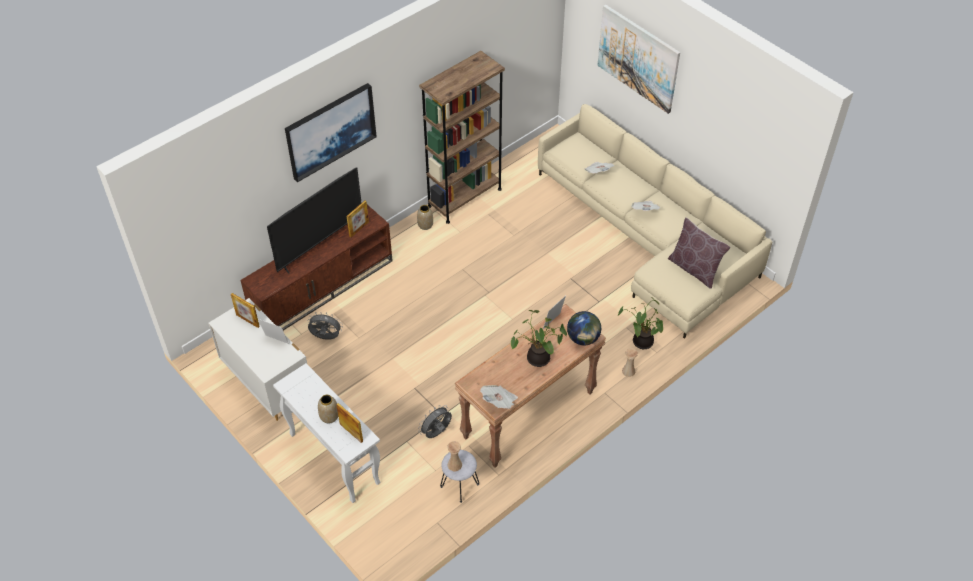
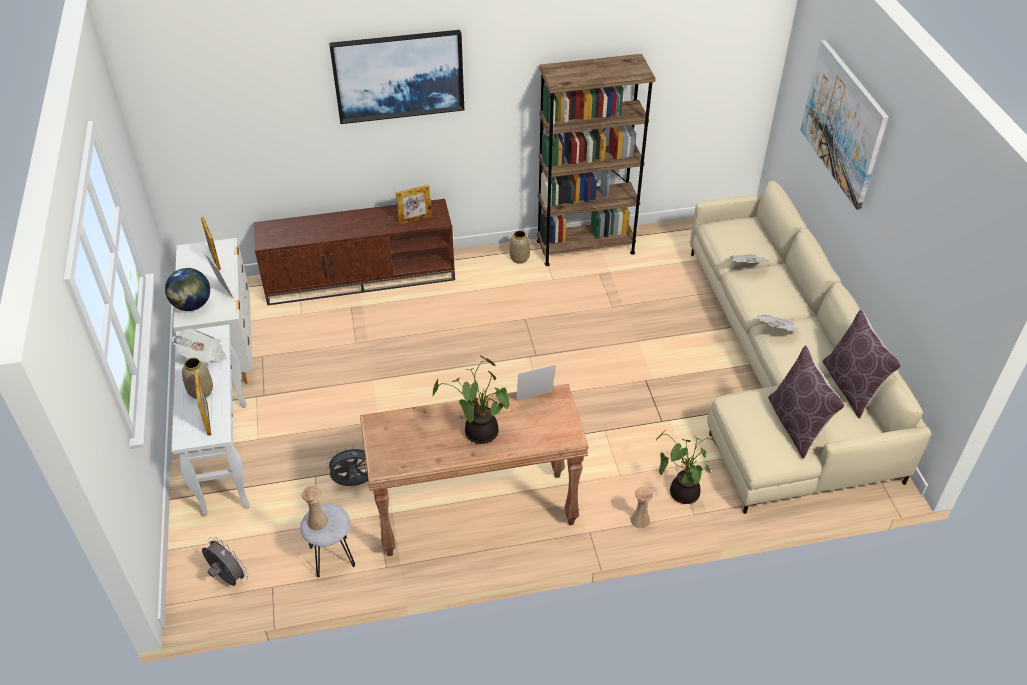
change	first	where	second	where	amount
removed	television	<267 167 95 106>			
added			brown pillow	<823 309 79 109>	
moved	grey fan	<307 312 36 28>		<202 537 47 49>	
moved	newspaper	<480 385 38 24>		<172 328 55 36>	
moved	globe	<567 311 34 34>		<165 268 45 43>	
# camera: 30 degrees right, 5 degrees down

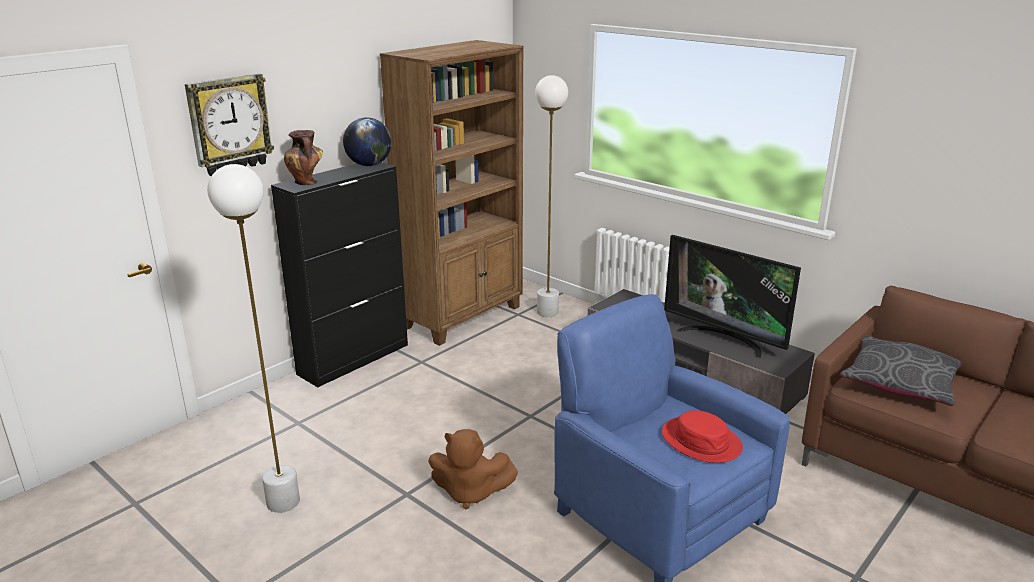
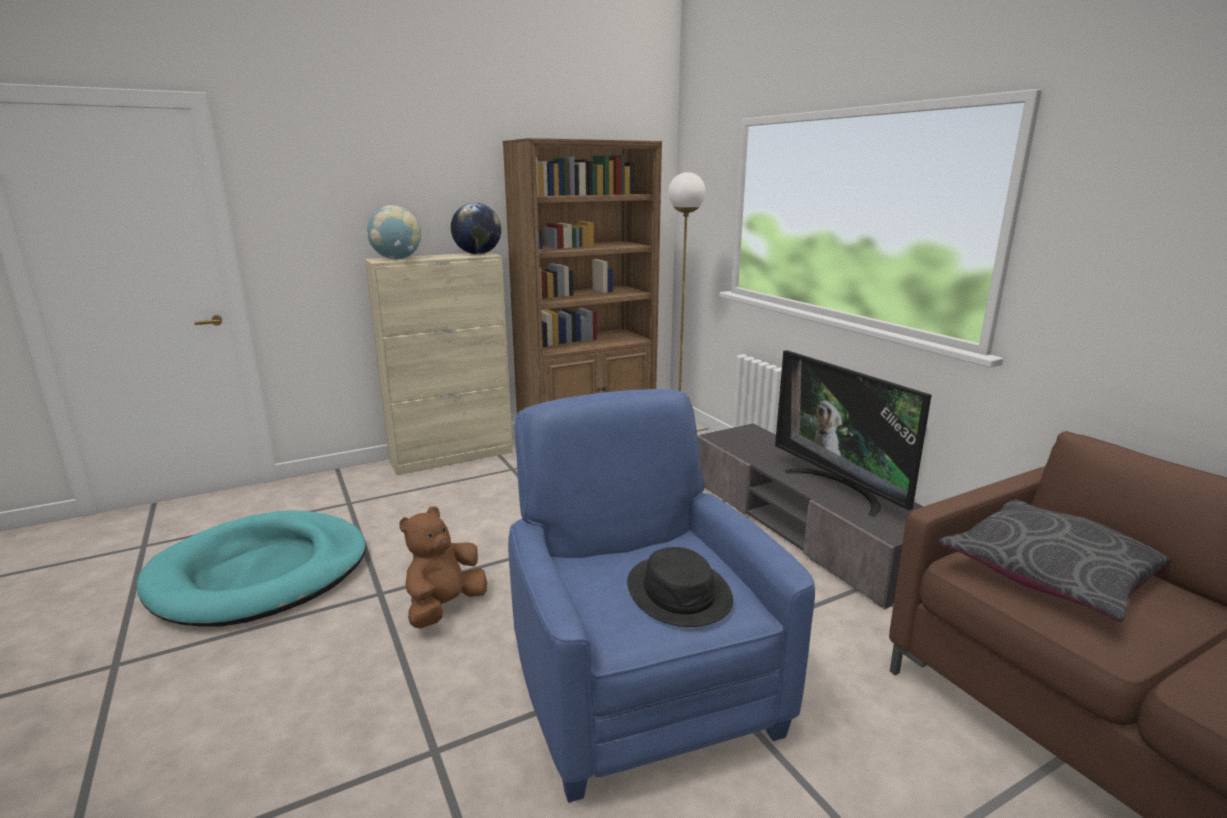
change	first	where	second	where	amount
removed	wall clock	<185 74 89 102>			
replaced	white floor lamp	<207 164 93 349>	turquoise dog bed	<137 510 229 117>	
replaced	vase	<284 130 39 55>	globe	<366 205 55 54>	
recoloured	black cabinet	<271 162 137 225>	beige cabinet	<365 252 148 223>	
recoloured	red hat	<662 410 81 53>	black hat	<627 547 106 80>	
turned	brown plush toy	<428 429 90 81>		<399 506 88 123>	90 degrees clockwise
# camera: 20 degrees right, 5 degrees down

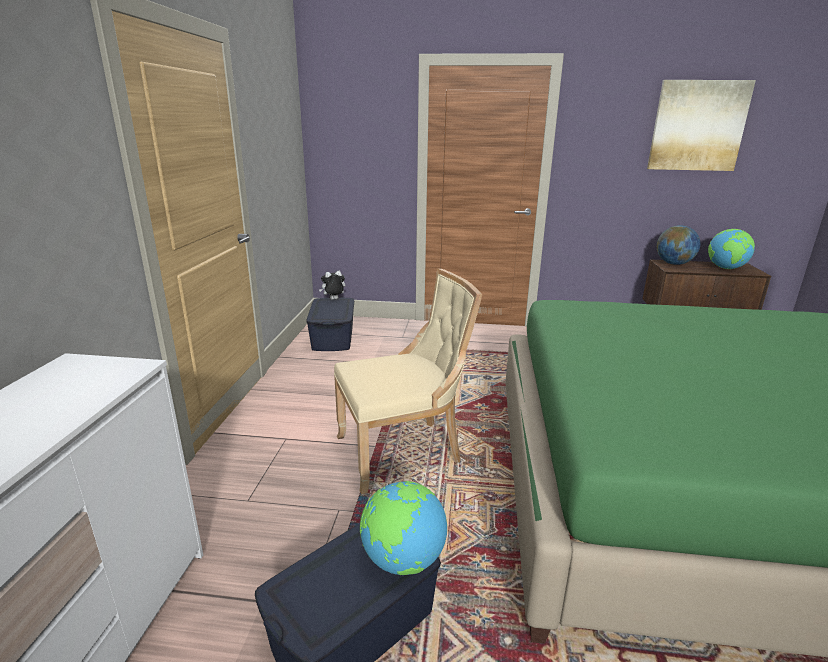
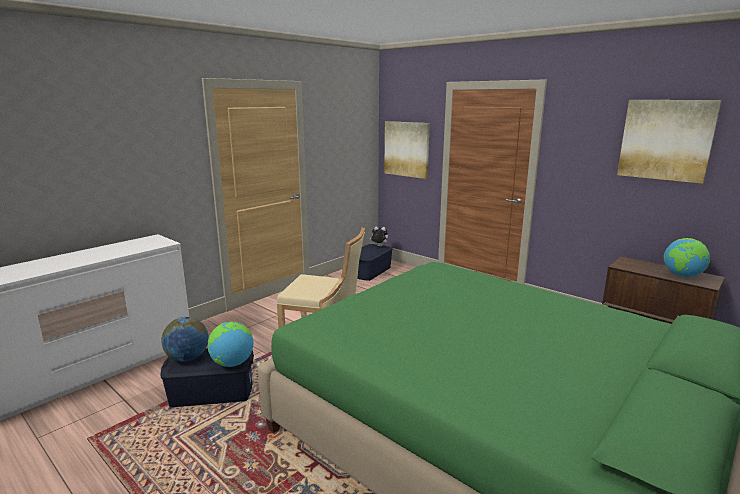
change	first	where	second	where	amount
added			picture	<384 121 46 58>	
moved	globe	<657 225 43 40>		<161 317 47 45>	
# camera: 35 degrees right, 5 degrees down

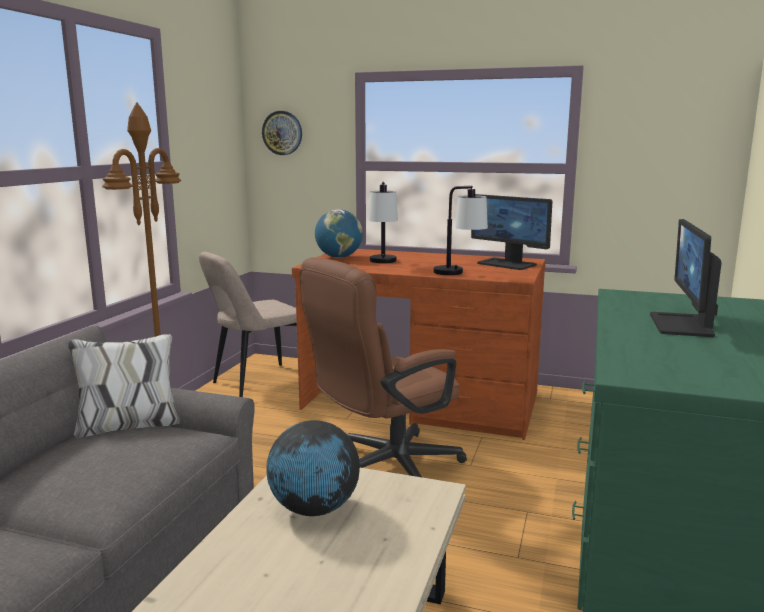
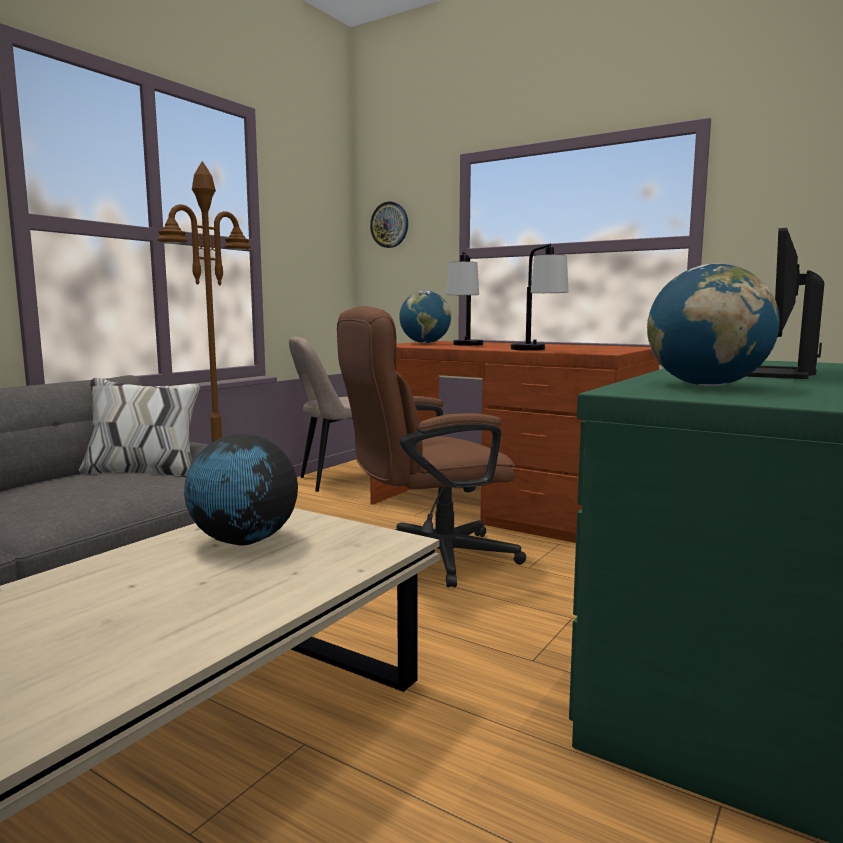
change	first	where	second	where	amount
removed	monitor	<471 194 81 76>			
added			globe	<647 264 133 122>	
# camera: 15 degrees right, 5 degrees down

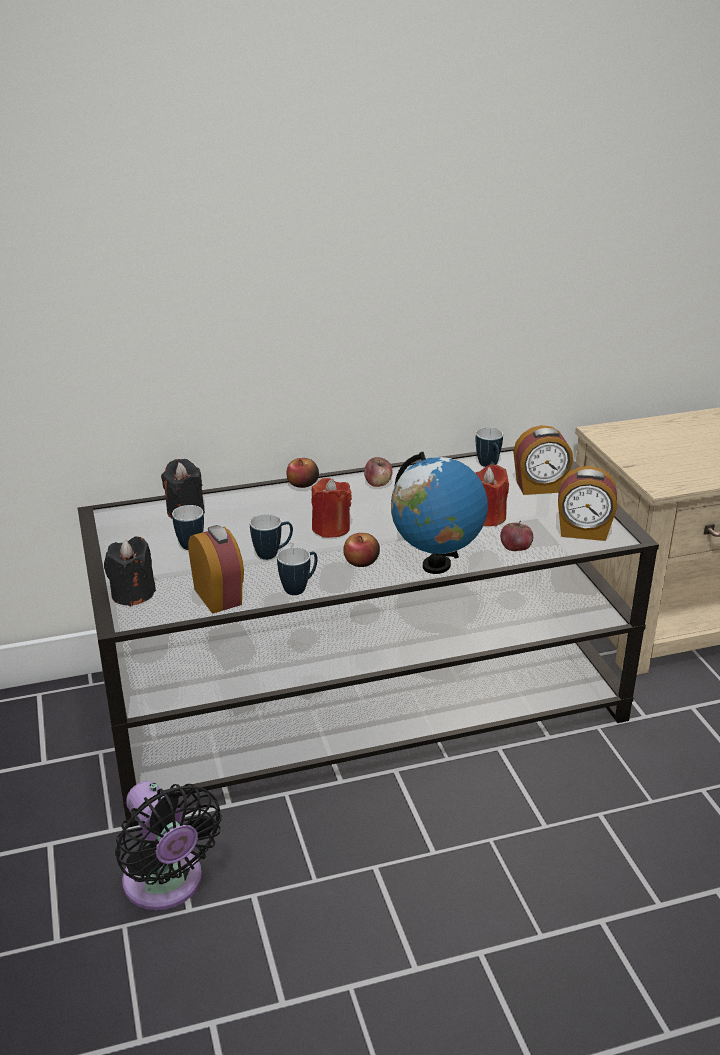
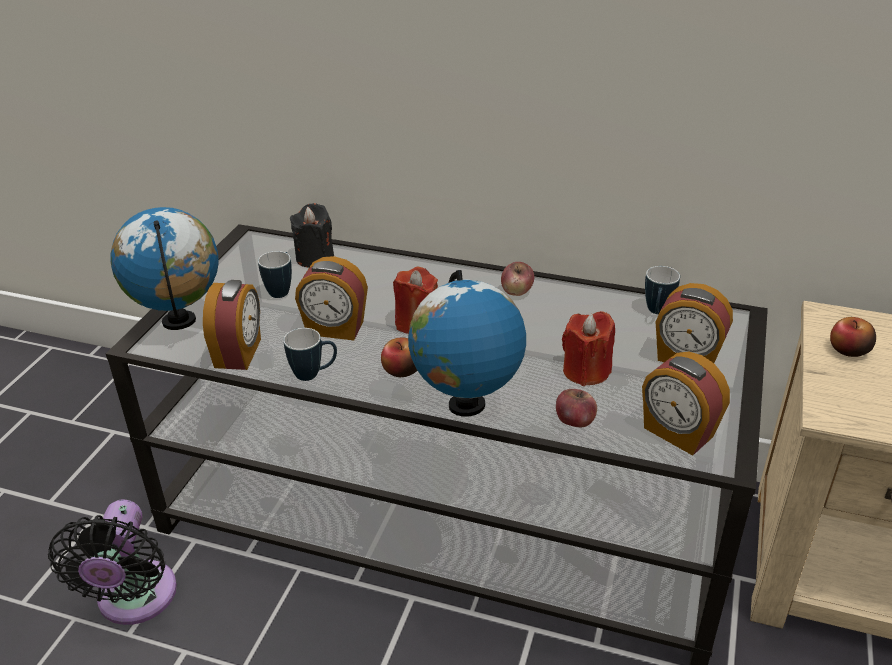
change	first	where	second	where	amount
moved	apple	<286 458 33 30>		<830 317 46 40>	
replaced	black candle	<104 537 52 69>	globe	<110 207 108 123>	
replaced	mug	<250 514 43 46>	alarm clock	<295 256 73 84>	
# camera: 35 degrees right, 5 degrees up

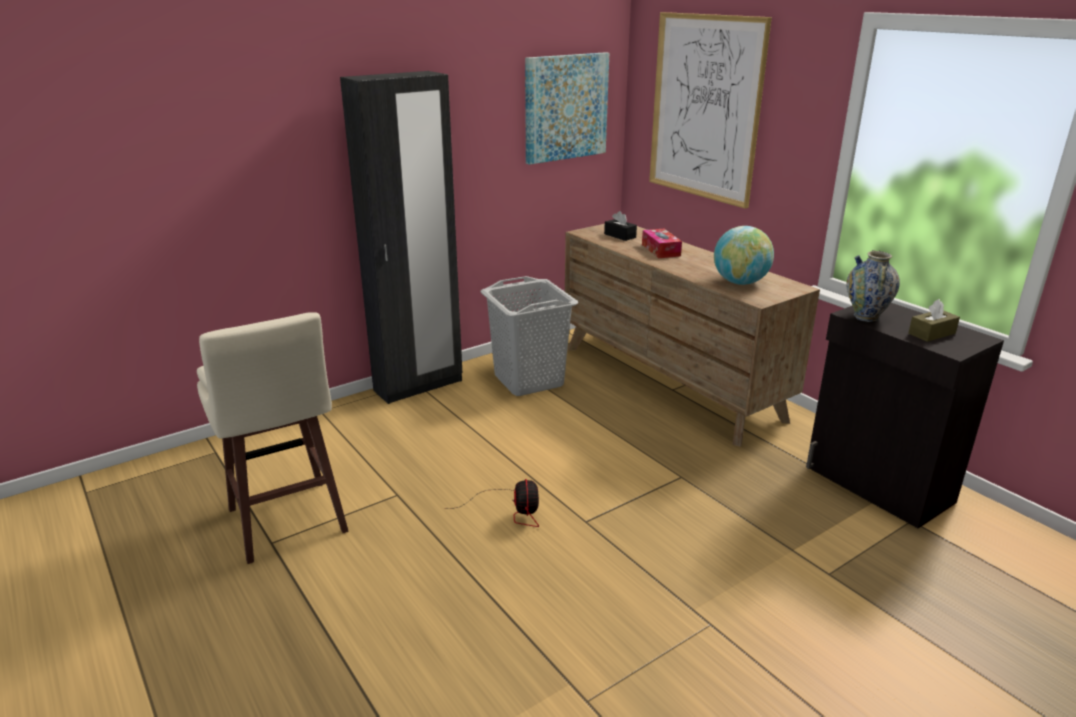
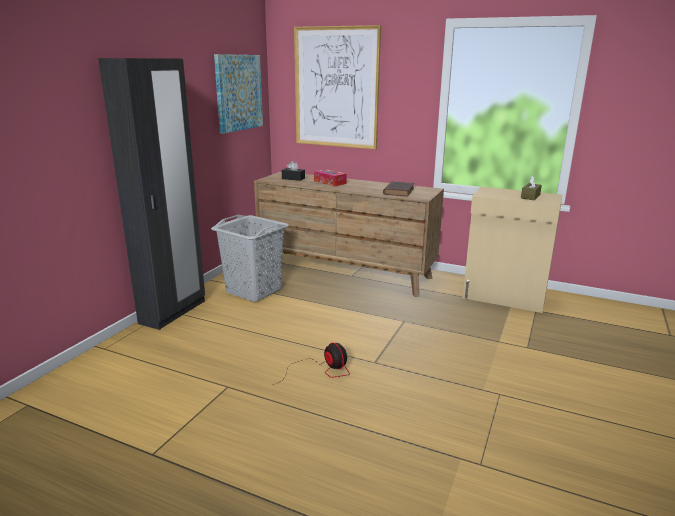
change	first	where	second	where	amount
removed	beige stool	<197 312 152 252>			
removed	vase	<847 250 53 72>			
replaced	globe	<714 226 60 59>	brown book	<383 181 31 16>	
recoloured	black cabinet	<806 303 198 225>	beige cabinet	<463 186 100 127>	
# camera: 30 degrees left, 5 degrees down

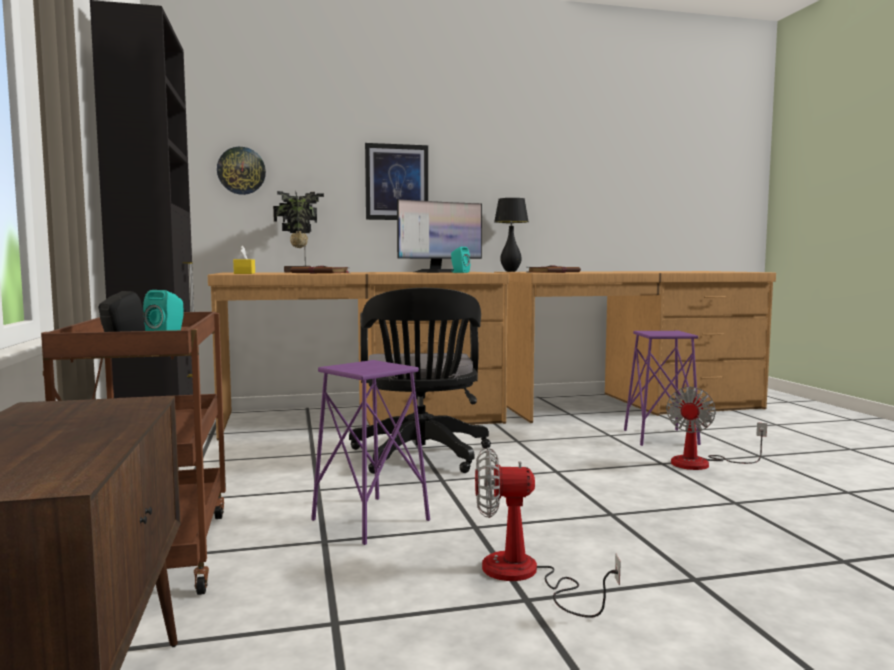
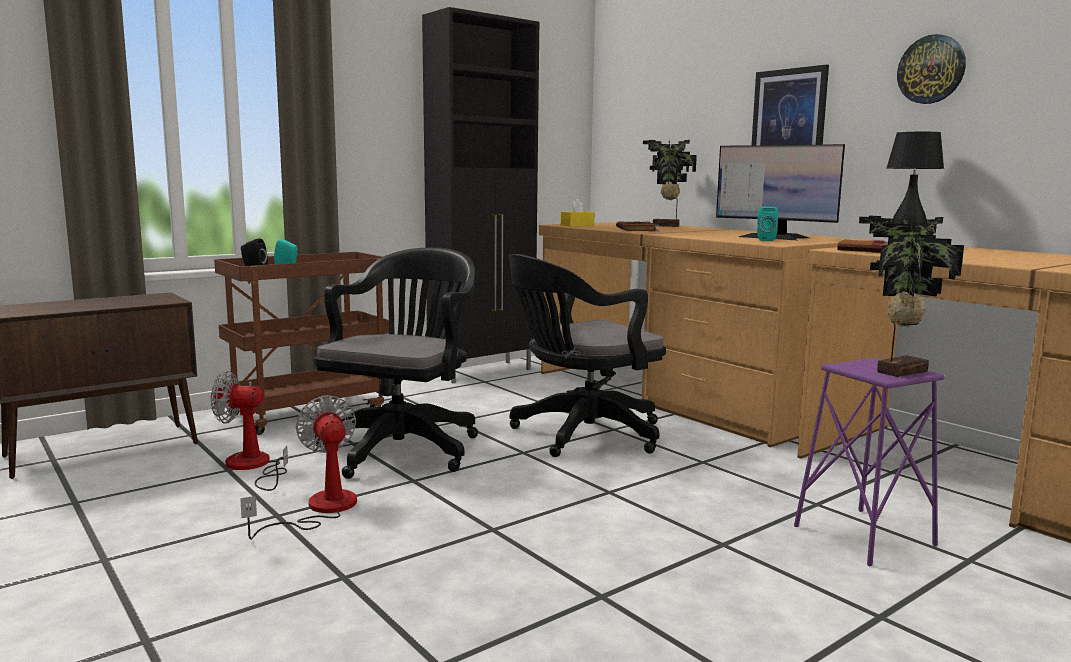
change	first	where	second	where	amount
added			potted plant	<859 215 105 162>	
moved	wall clock	<217 147 49 48>		<897 34 69 70>	
moved	fan	<666 387 101 83>		<211 371 77 120>	
replaced	purple stool	<311 360 119 185>	black office chair	<314 247 164 232>	
# camera: 65 degrees right, 5 degrees up

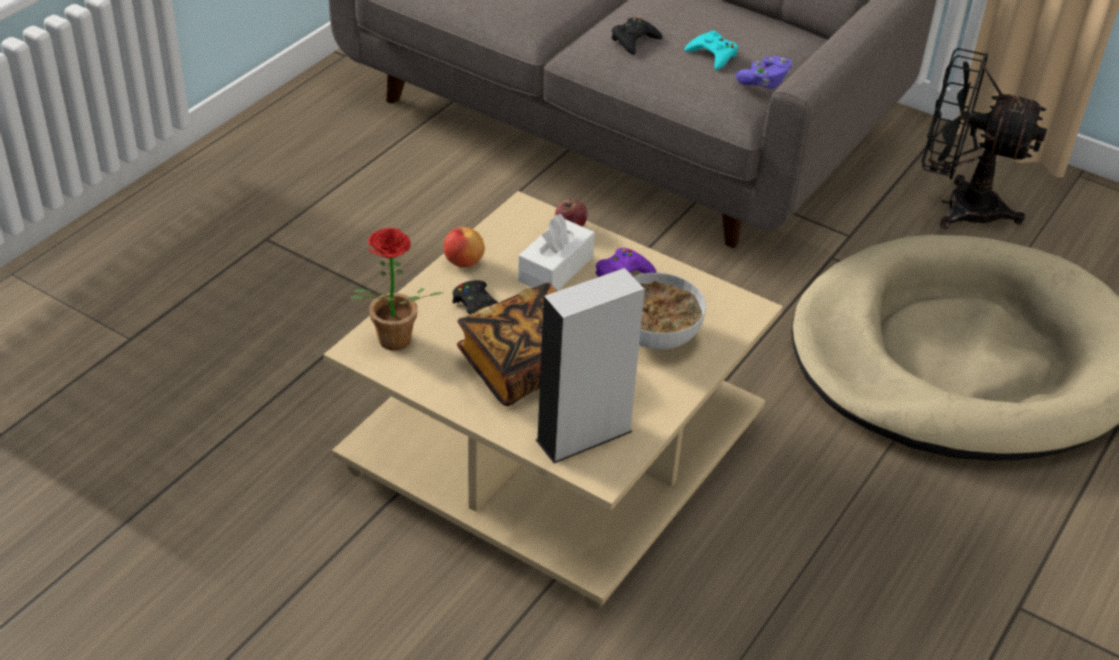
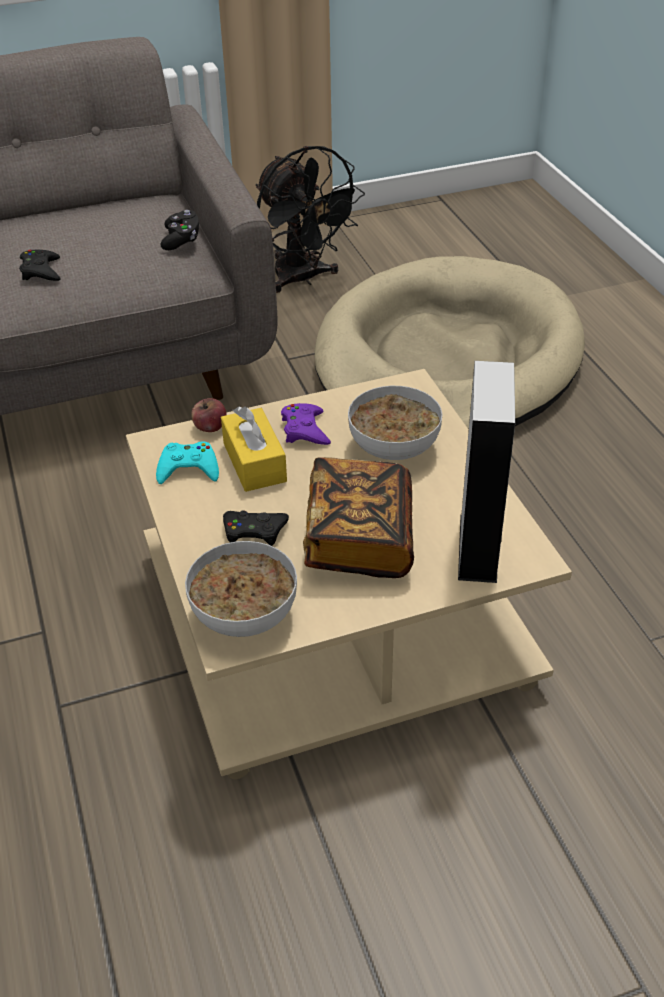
change	first	where	second	where	amount
removed	apple	<444 227 41 40>			
moved	turquoise game controller	<685 30 53 40>		<156 441 63 43>	
replaced	potted plant	<350 228 93 123>	bowl	<185 541 112 96>	
recoloured	white tissue box	<518 214 77 76>	yellow tissue box	<221 407 66 85>	
recoloured	purple game controller	<736 56 56 33>	black game controller	<160 210 39 40>	
turned	black fan	<921 48 126 181>		<256 146 109 147>	90 degrees counterclockwise
# camera: 50 degrees left, 0 degrees up

